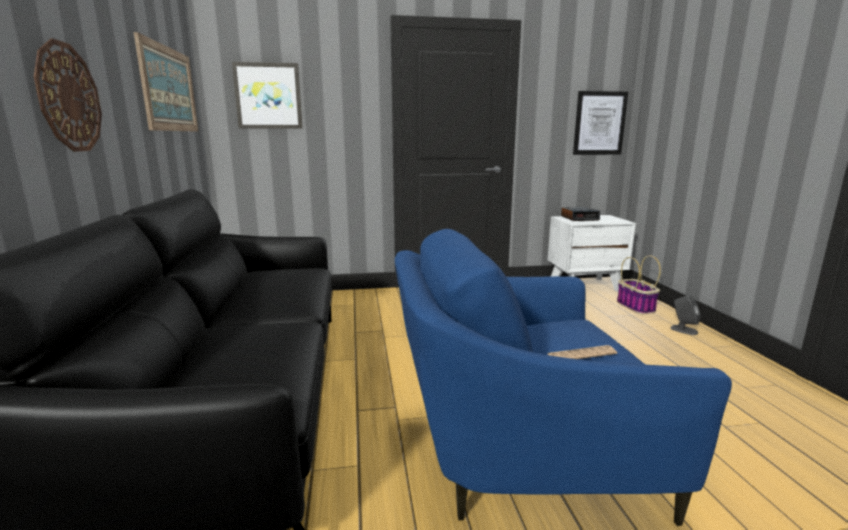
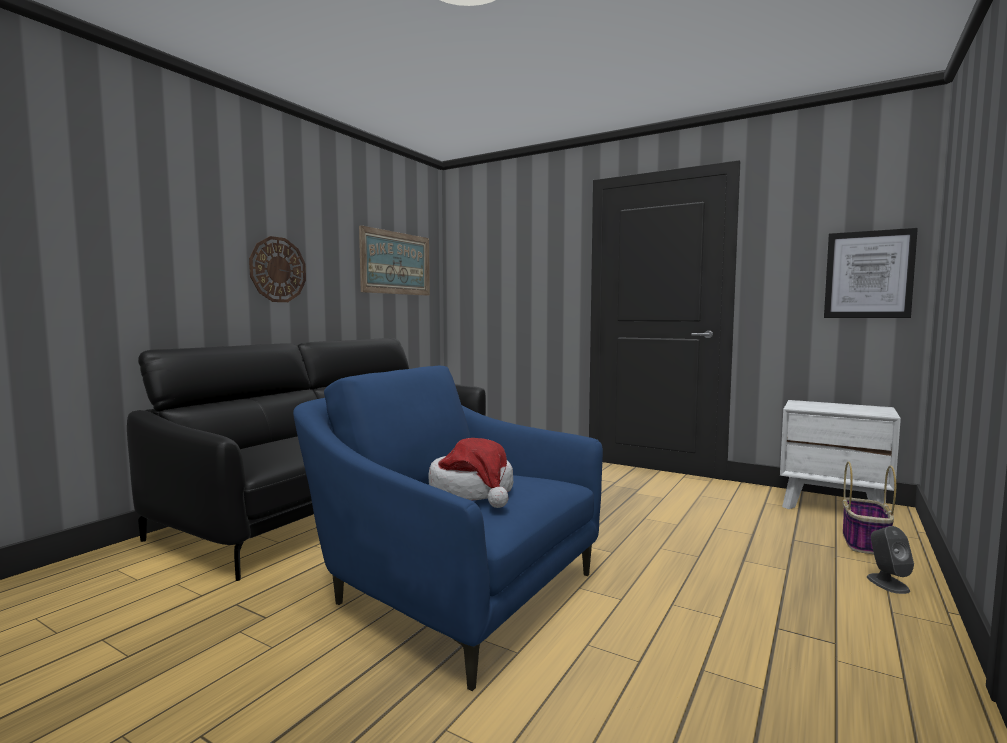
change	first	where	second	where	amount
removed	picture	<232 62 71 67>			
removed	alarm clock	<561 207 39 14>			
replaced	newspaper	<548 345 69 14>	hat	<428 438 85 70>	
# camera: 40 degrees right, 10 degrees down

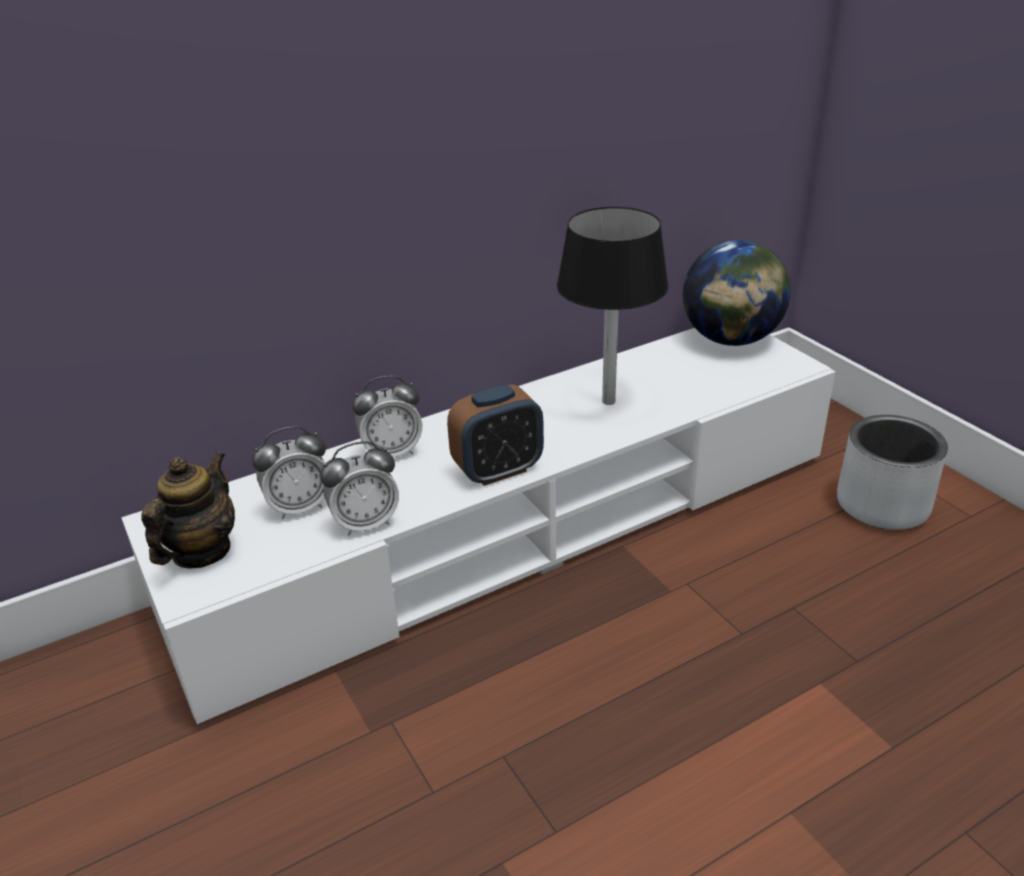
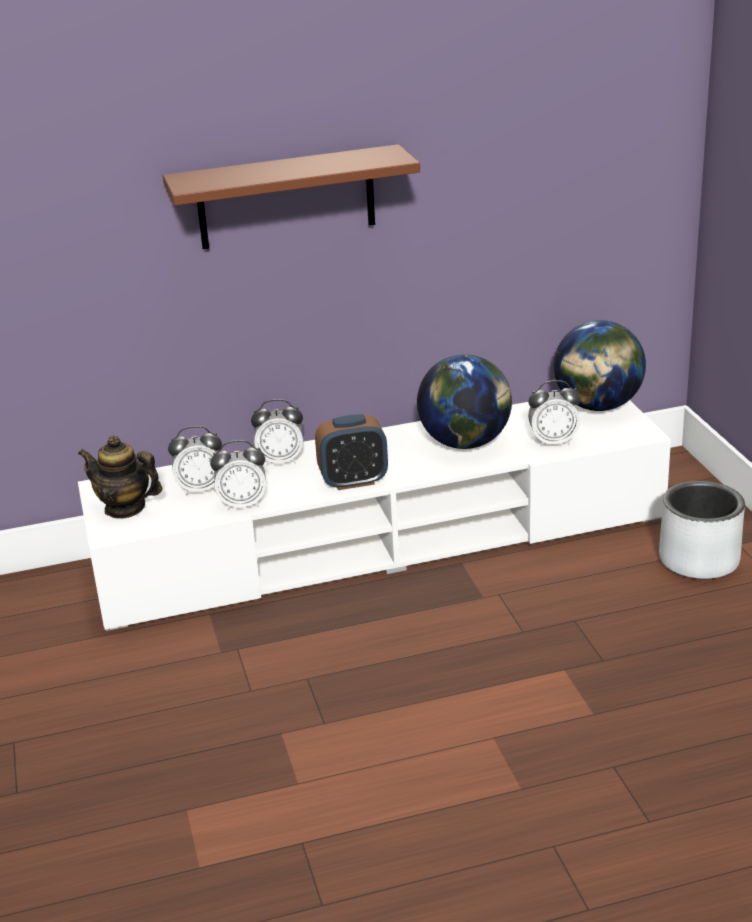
change	first	where	second	where	amount
added			brown shelf	<163 144 257 105>	
added			alarm clock	<528 380 52 67>	
replaced	black table lamp	<557 207 112 198>	globe	<417 354 95 95>	
turned	teapot	<141 451 94 118>		<78 435 84 84>	105 degrees counterclockwise
# camera: 15 degrees right, 5 degrees down

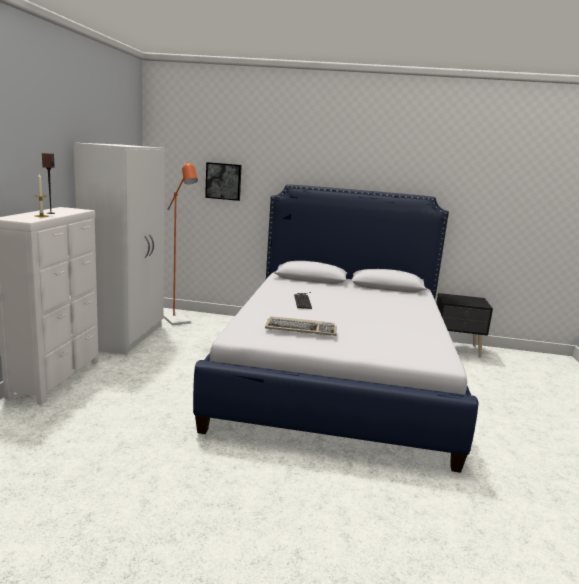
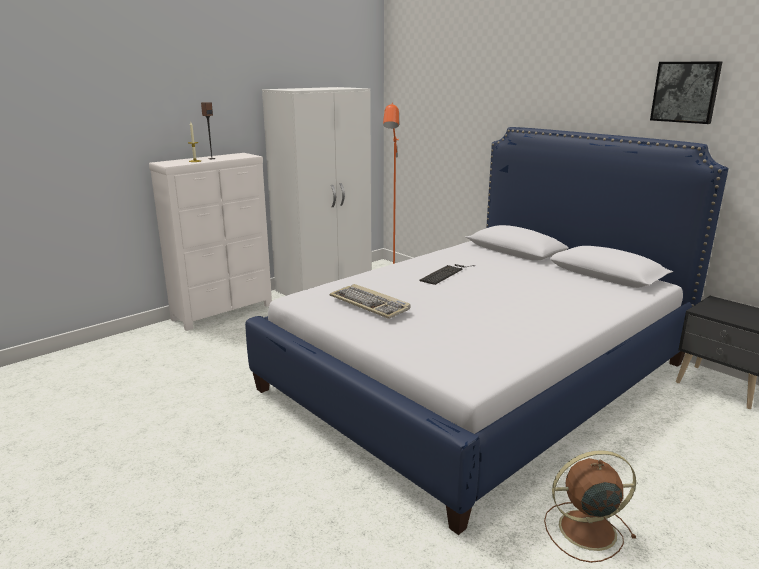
change	first	where	second	where	amount
added			brown fan	<544 450 93 113>	
moved	picture	<205 162 37 39>		<650 62 72 62>	
# camera: 40 degrees right, 5 degrees up

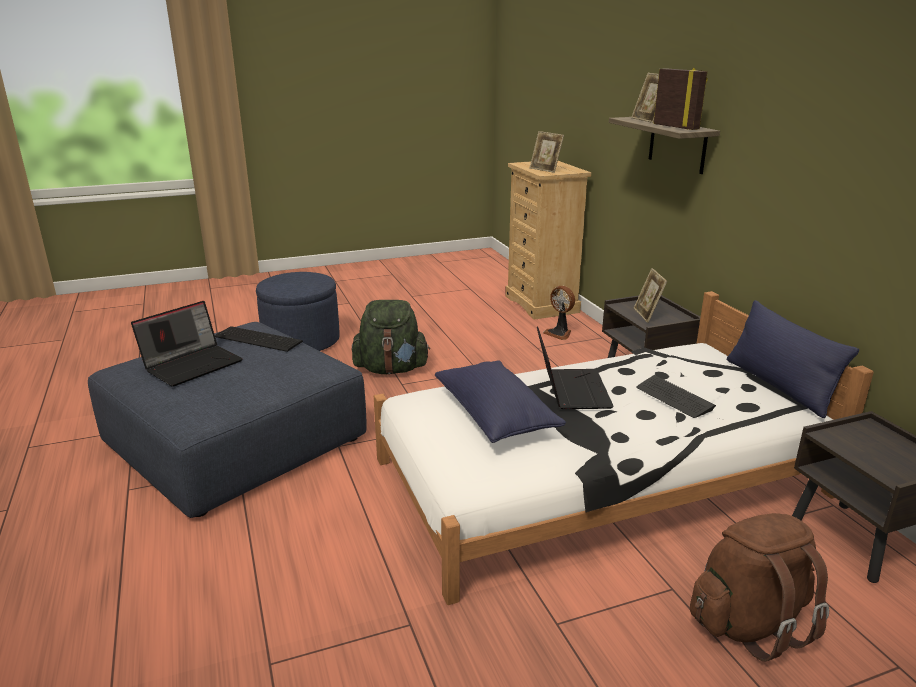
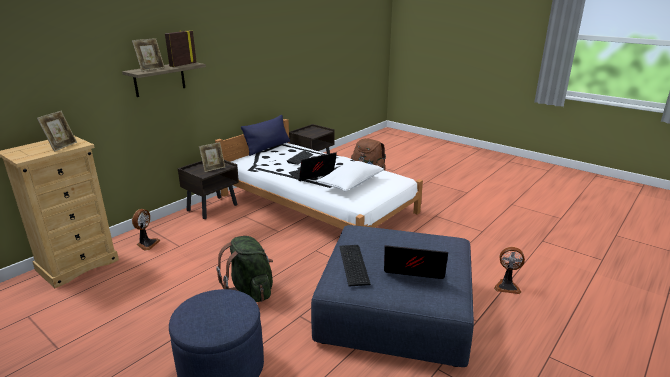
change	first	where	second	where	amount
added			fan	<494 247 31 47>	
recoloured	blue pillow	<435 360 131 83>	white pillow	<317 161 67 31>	
# camera: 120 degrees left, 0 degrees up

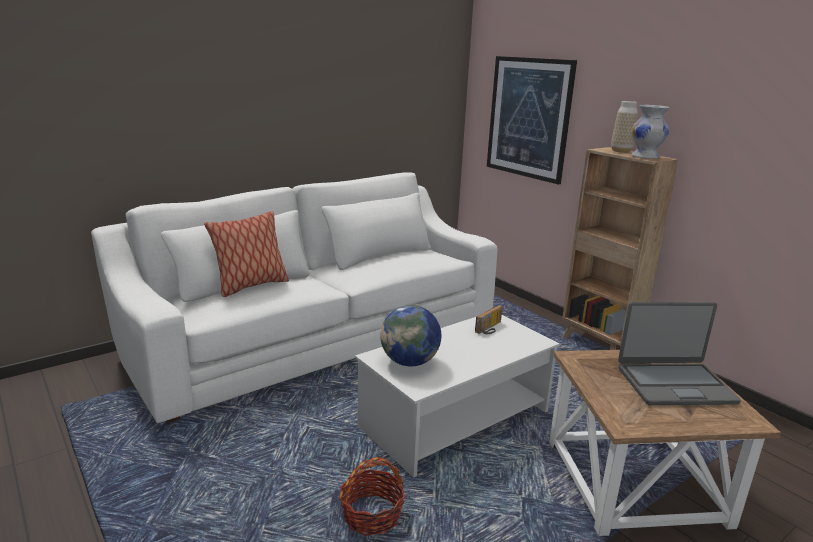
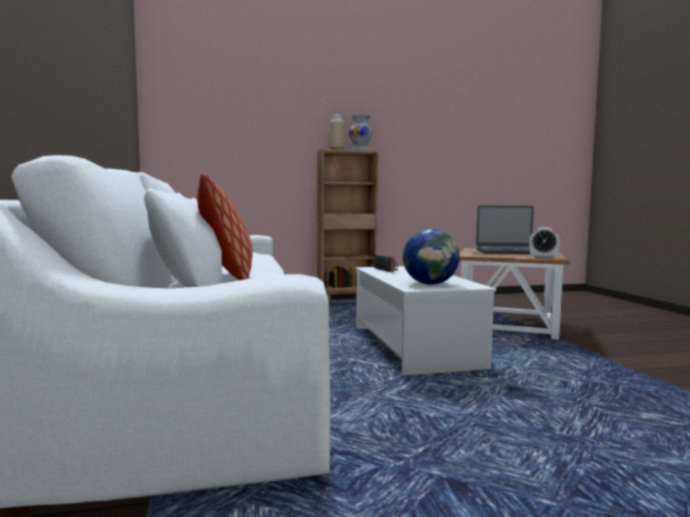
change	first	where	second	where	amount
removed	basket	<339 457 66 79>			
removed	picture	<487 56 90 129>			
added			alarm clock	<529 227 30 32>	
turned	laptop	<618 302 123 103>		<476 205 58 49>	75 degrees clockwise
# camera: 65 degrees left, 15 degrees down

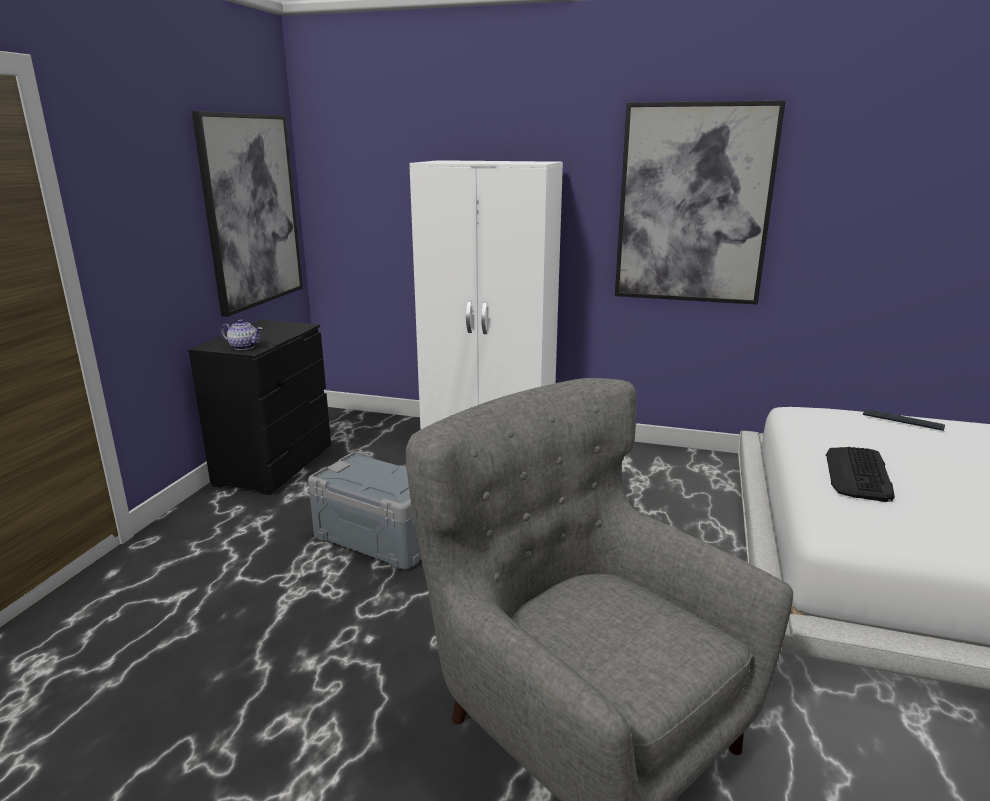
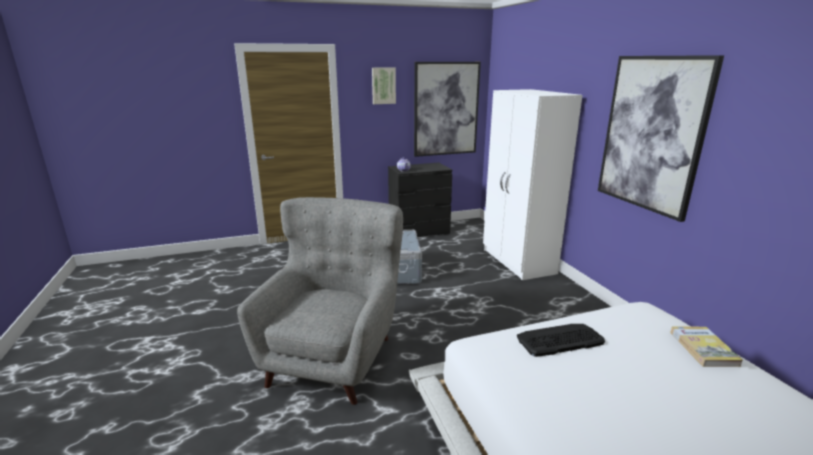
change	first	where	second	where	amount
added			picture	<372 67 24 37>	
replaced	keyboard	<863 409 82 22>	book	<670 327 73 40>	
# camera: 55 degrees right, 0 degrees up

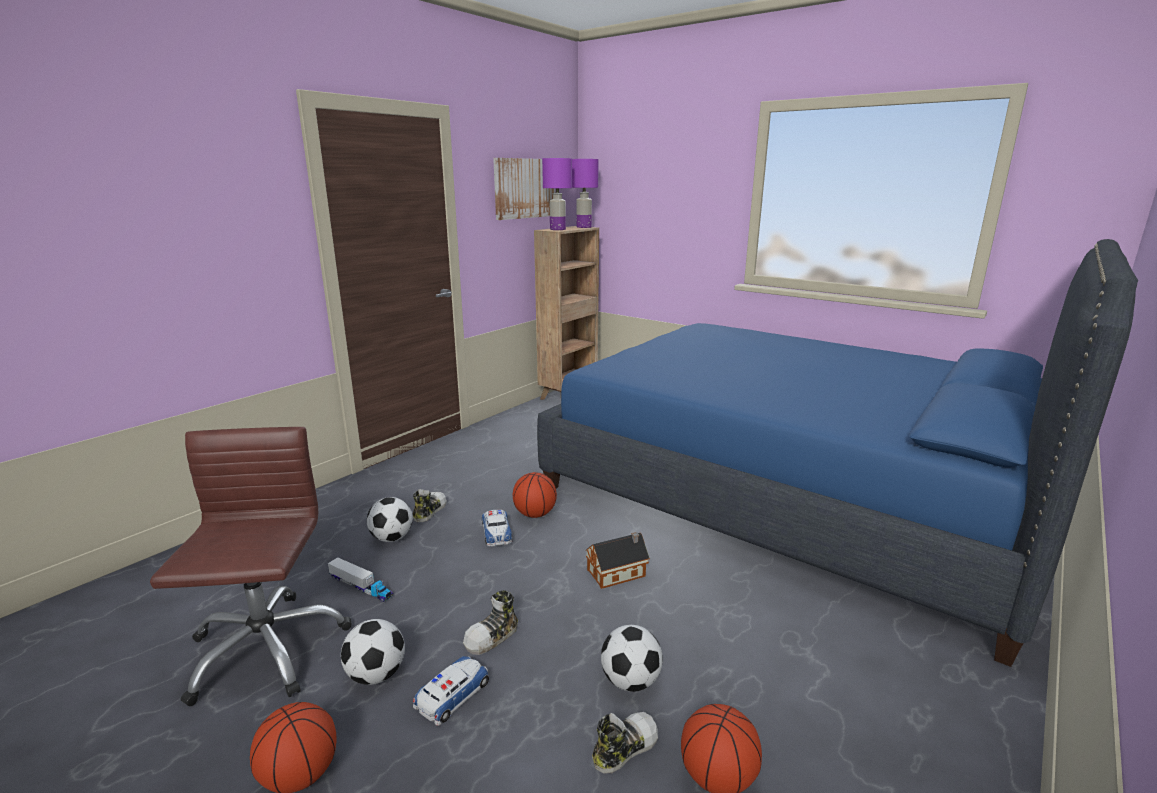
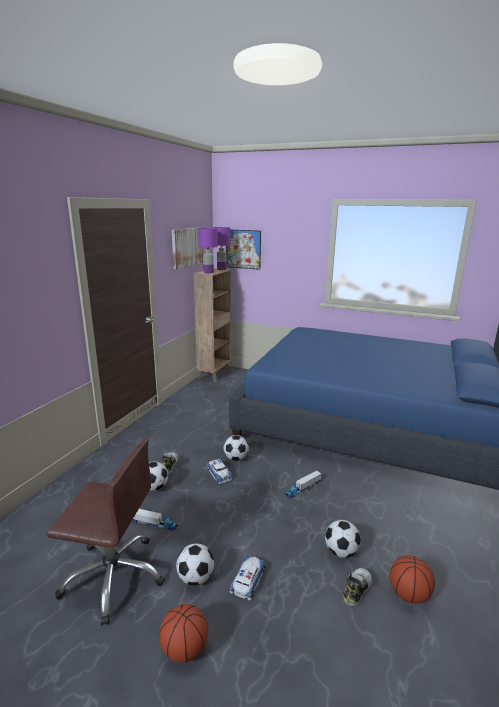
change	first	where	second	where	amount
removed	shoe	<463 590 55 65>			
added			picture	<226 230 35 40>	
replaced	basketball	<513 472 44 46>	football	<223 435 26 26>	
replaced	toy house	<585 532 65 57>	toy truck	<285 471 37 28>	
turned	brown office chair	<150 427 202 279>		<47 438 118 187>	120 degrees clockwise
# camera: 15 degrees left, 0 degrees up

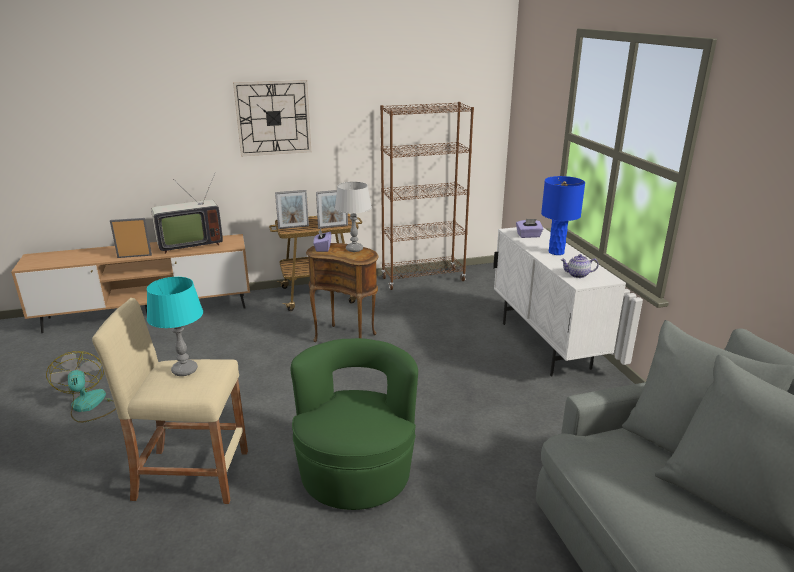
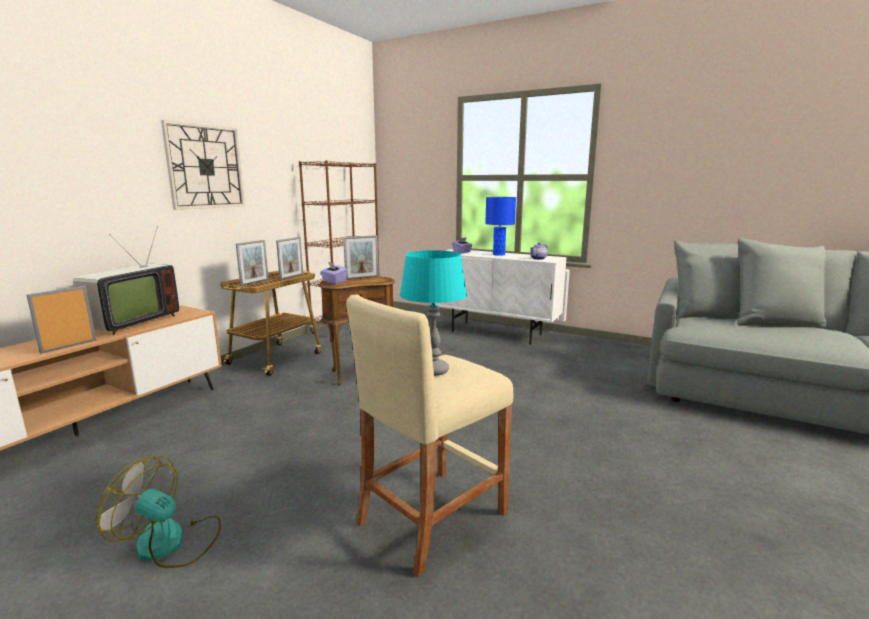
change	first	where	second	where	amount
removed	green armchair	<290 338 128 172>			
replaced	grey table lamp	<335 182 37 70>	picture frame	<343 235 36 45>	
# camera: 45 degrees left, 10 degrees down

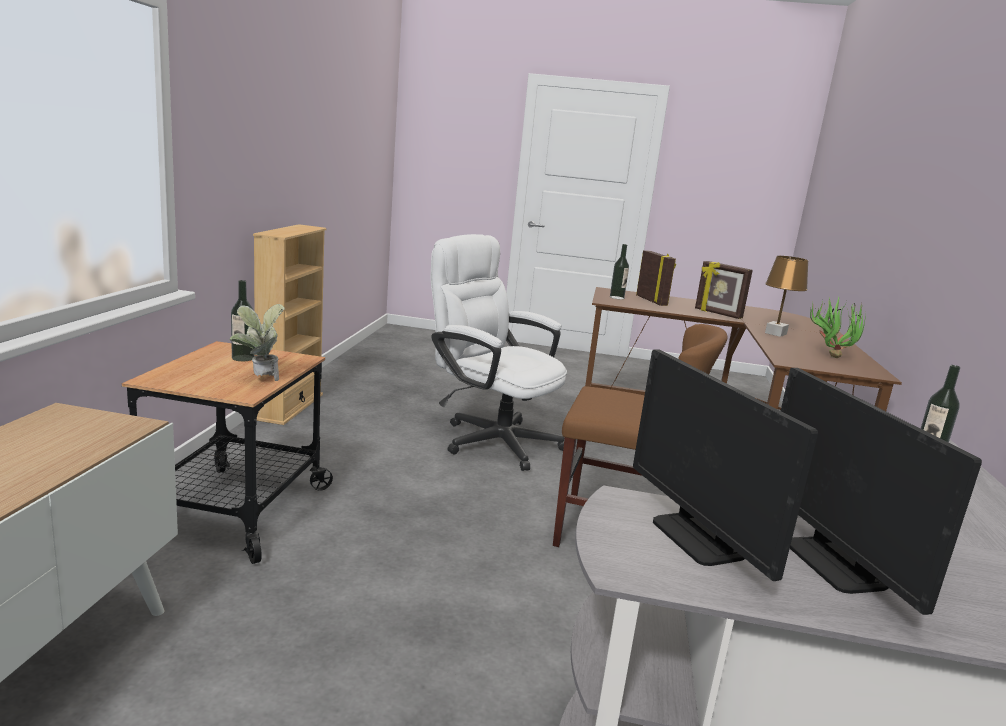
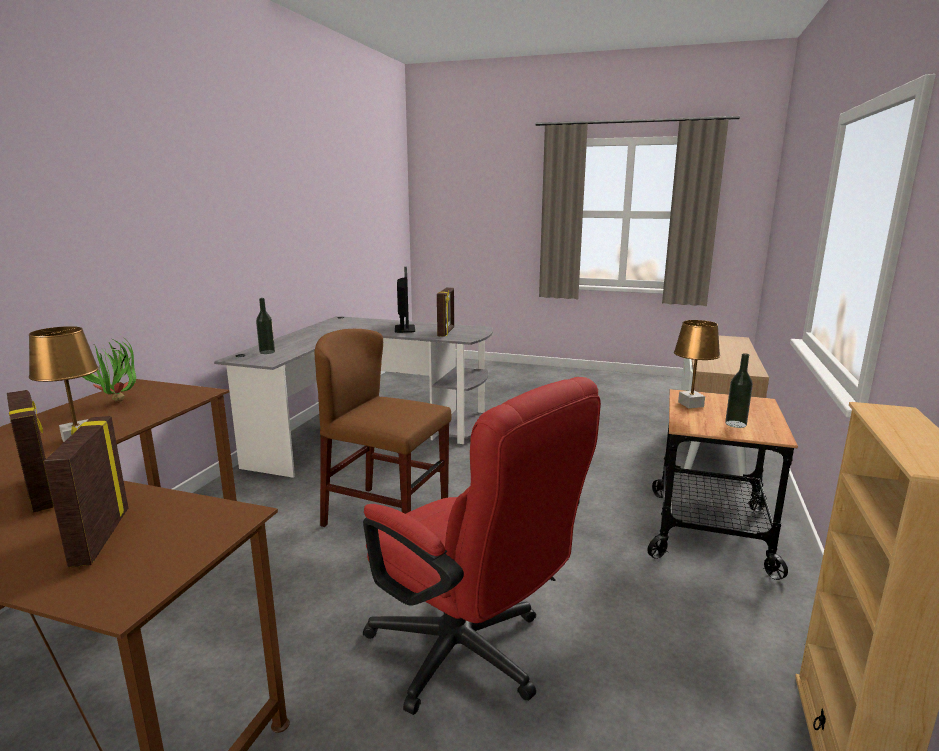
change	first	where	second	where	amount
removed	bottle	<610 244 19 55>			
replaced	potted plant	<230 304 55 77>	brown table lamp	<674 320 46 88>	
replaced	monitor	<633 349 185 232>	picture frame	<437 287 17 50>	
recoloured	white office chair	<431 234 136 237>	red office chair	<363 377 238 338>	
# camera: 170 degrees left, 0 degrees up

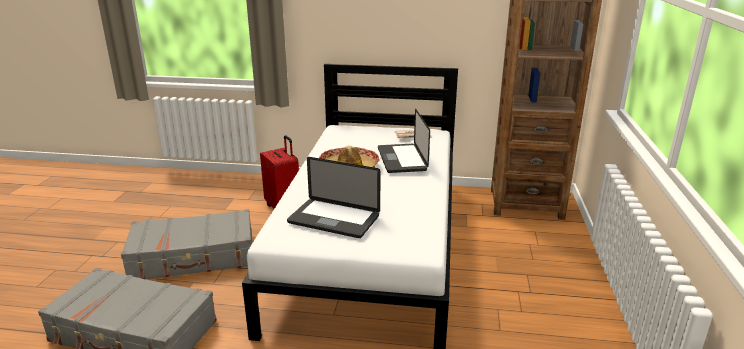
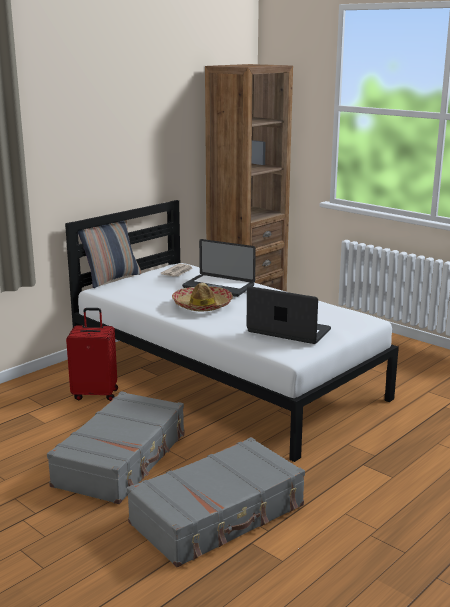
change	first	where	second	where	amount
added			pillow	<78 220 63 68>	
turned	laptop	<287 157 94 81>		<247 286 84 58>	120 degrees counterclockwise
# camera: 55 degrees left, 5 degrees down

